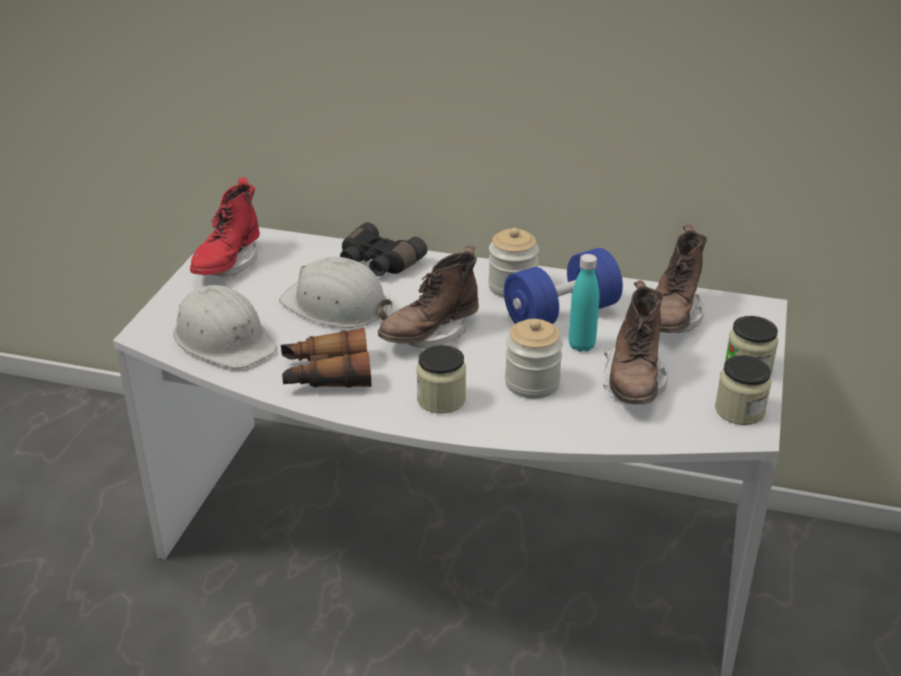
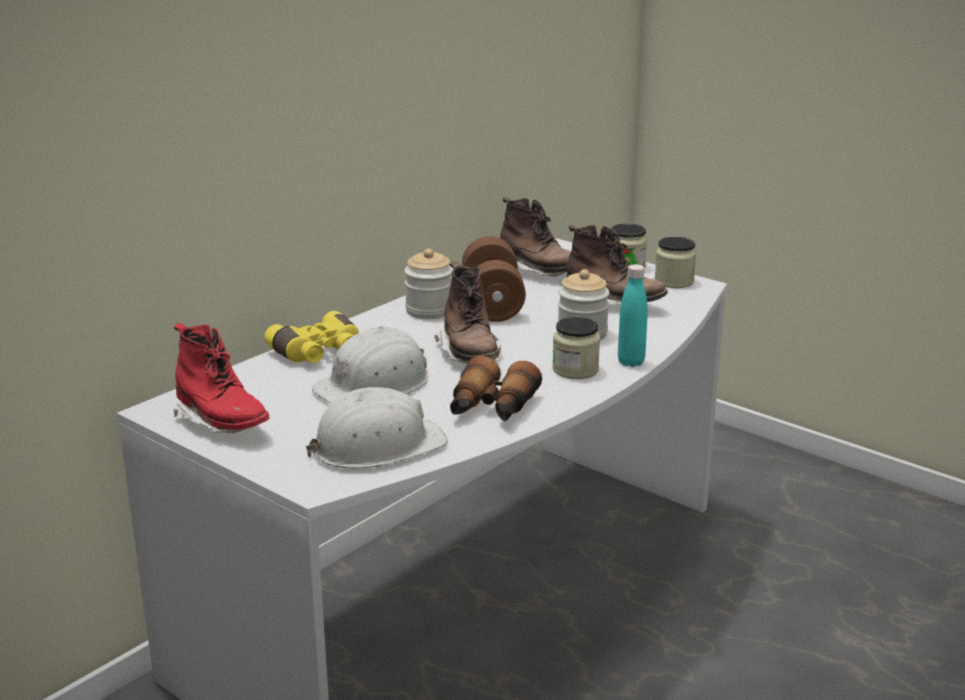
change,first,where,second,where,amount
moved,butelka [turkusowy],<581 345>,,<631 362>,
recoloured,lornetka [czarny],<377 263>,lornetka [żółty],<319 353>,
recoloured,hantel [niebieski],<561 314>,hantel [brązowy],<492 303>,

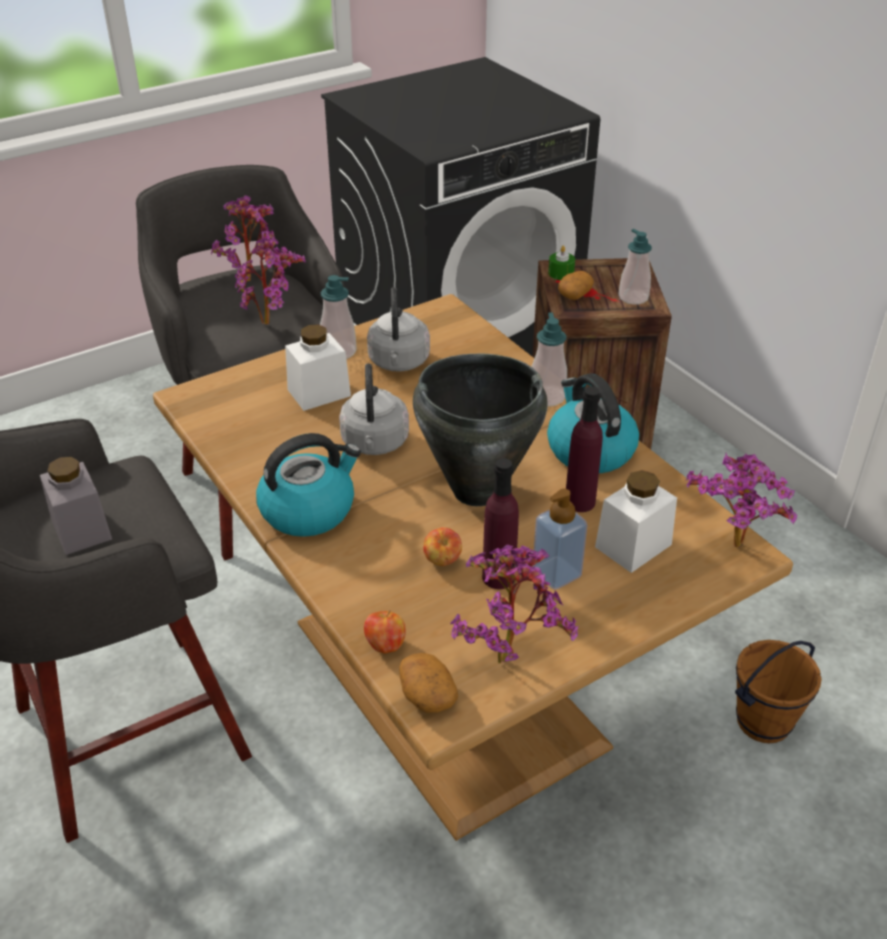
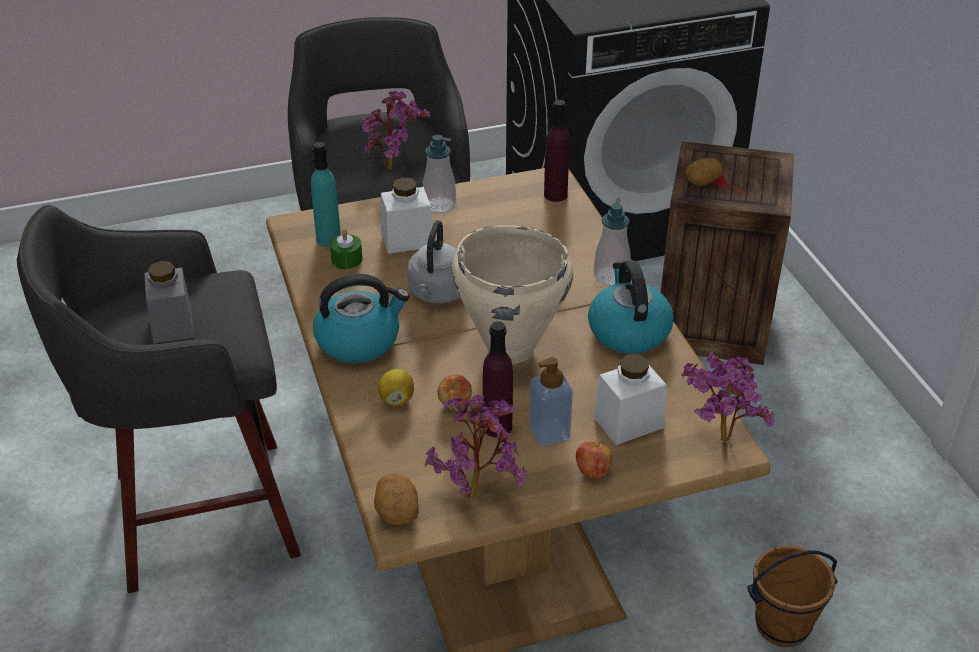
change,first,where,second,where,amount
removed,roślina doniczkowa,<252 279>,,,
removed,czajnik [szary],<399 363>,,,
removed,dozownik mydła,<633 298>,,,
added,,,butelka [turkusowy],<328 239>,
added,,,cytryna,<396 399>,
moved,jabłko,<385 645>,,<592 472>,
moved,świeca [zielony],<561 273>,,<346 259>,
moved,butelka [fioletowy],<580 502>,,<555 195>,
recoloured,garnek [czarny],<476 490>,garnek [beżowy],<510 349>,

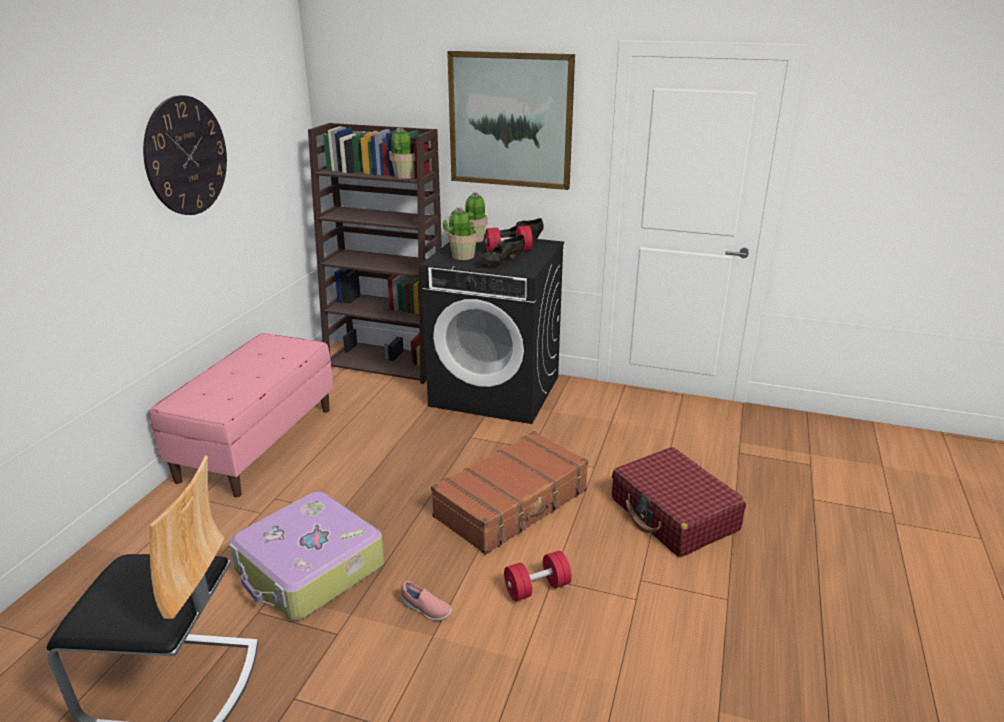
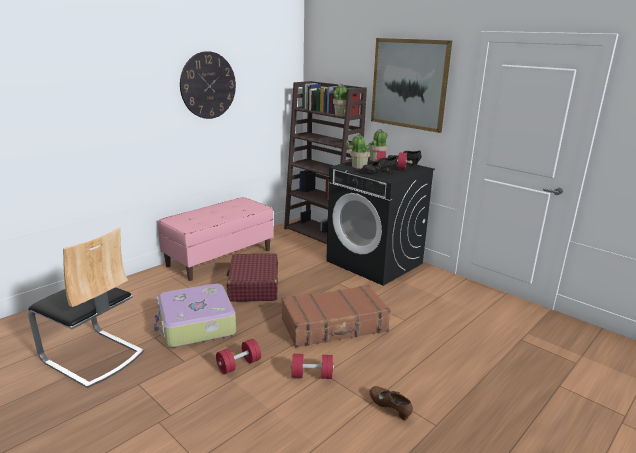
change,first,where,second,where,amount
added,,,but [brązowy],<390 409>,
moved,walizka [czerwony],<674 515>,,<253 286>,
replaced,but [różowy],<426 610>,hantel [czerwony],<239 365>,

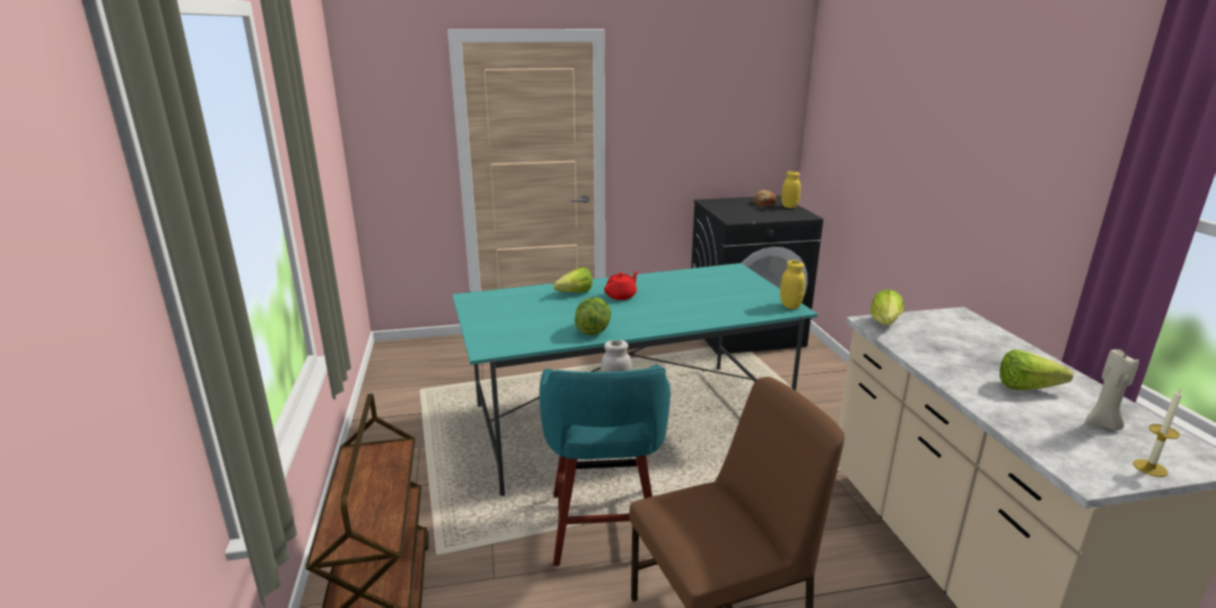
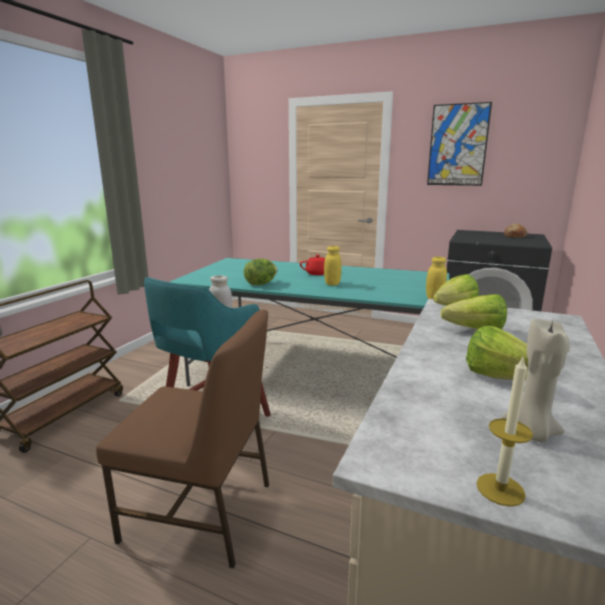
change,first,where,second,where,amount
added,,,obraz,<458 145>,
moved,sałata,<571 293>,,<469 330>,
moved,słoik [żółty],<789 206>,,<332 284>,

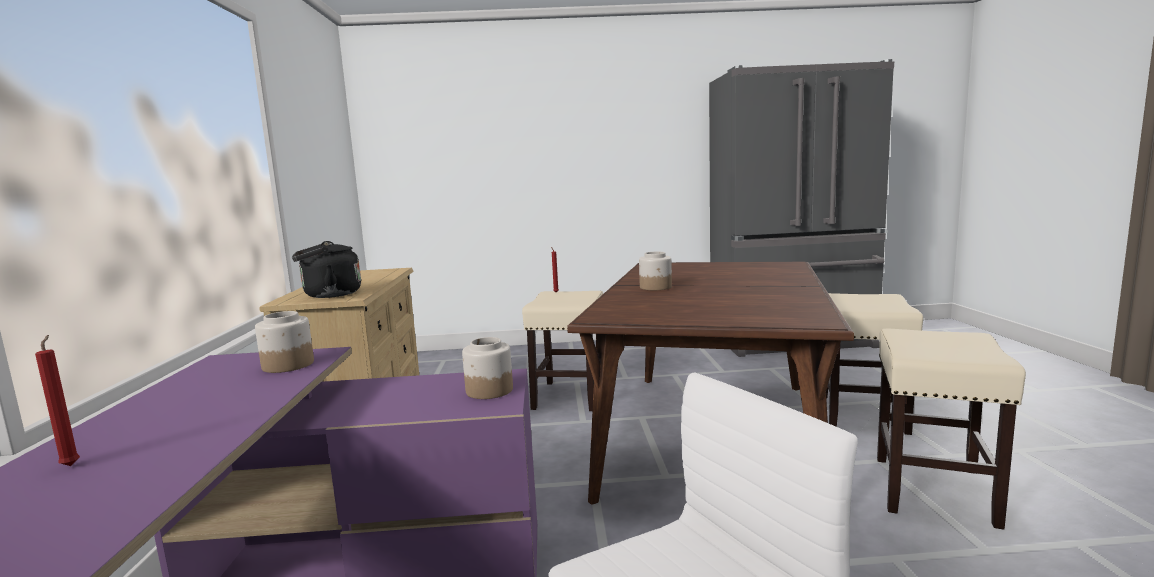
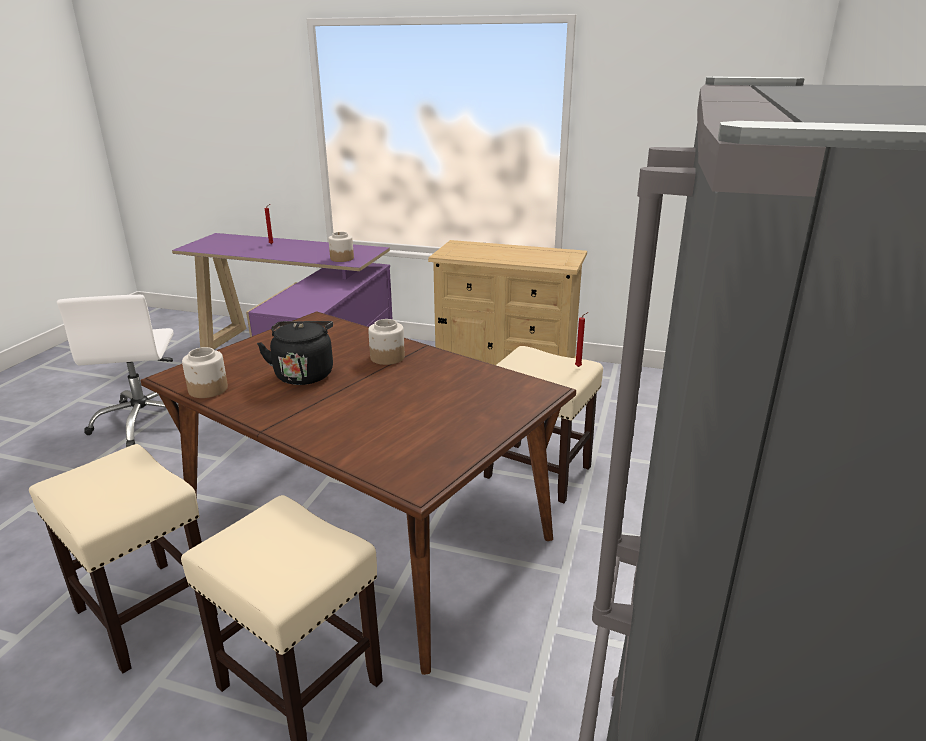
change,first,where,second,where,amount
moved,czajnik [czarny],<328 295>,,<304 374>,
moved,słoik,<489 390>,,<208 389>,

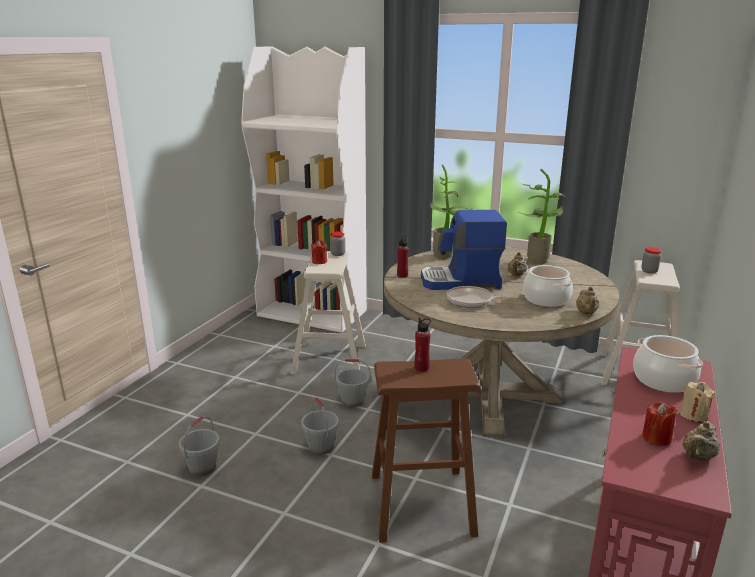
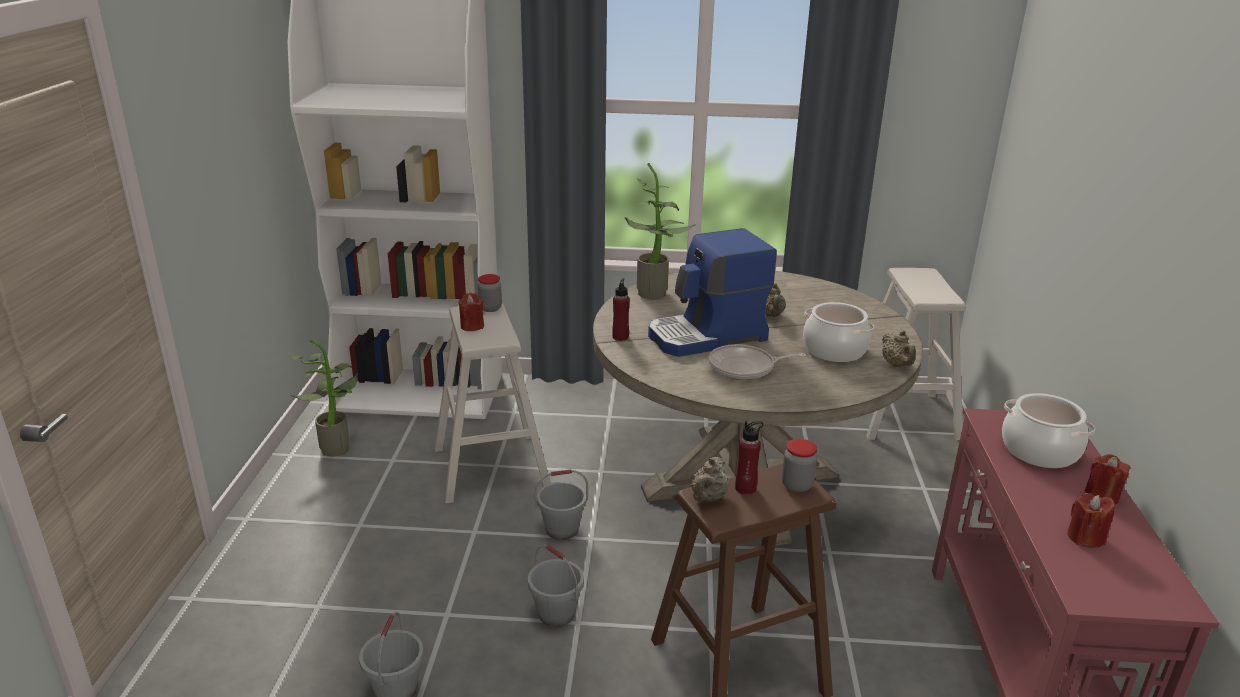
change,first,where,second,where,amount
moved,roślina doniczkowa,<538 259>,,<336 446>,
moved,słoik,<649 271>,,<797 485>,
moved,imbryk [beżowy],<697 457>,,<708 498>,
recoloured,świeca [beżowy],<693 415>,świeca [czerwony],<1101 496>,

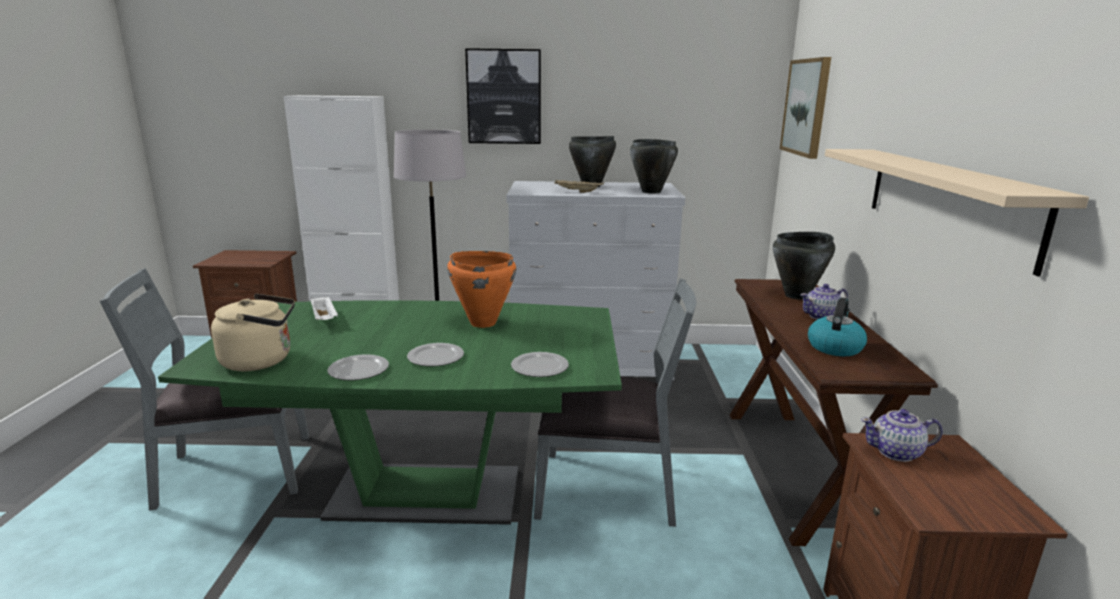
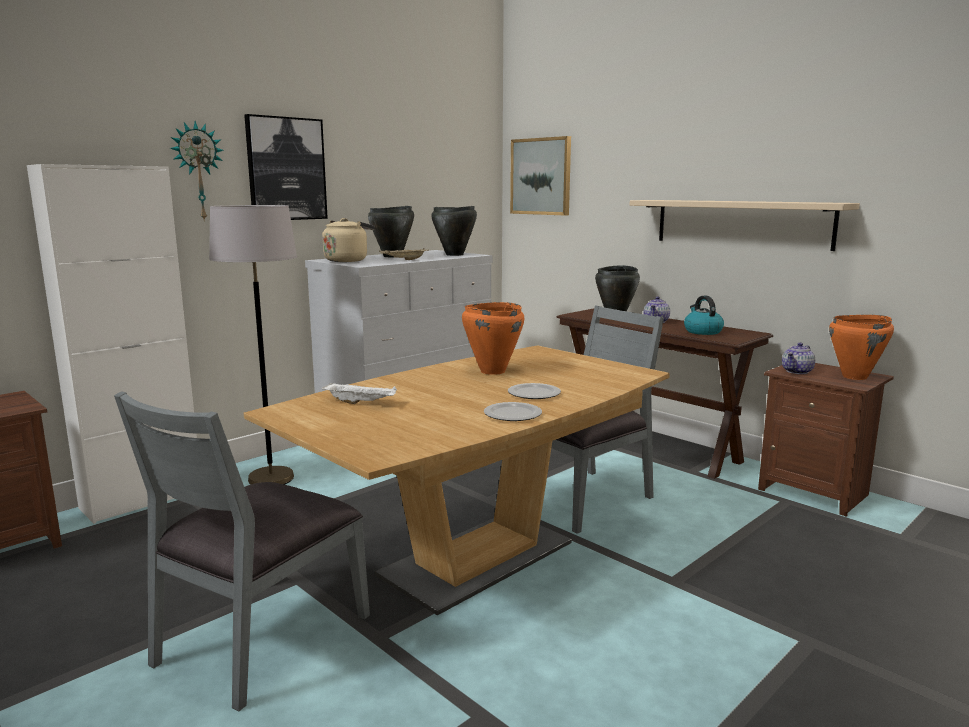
change,first,where,second,where,amount
removed,talerz,<538 367>,,,
added,,,zegar ścienny,<197 172>,
added,,,garnek [pomarańczowy],<855 377>,
moved,czajnik [beżowy],<261 361>,,<347 260>,
recoloured,stół jadalny [zielony],<426 494>,stół jadalny [brązowy],<477 559>,

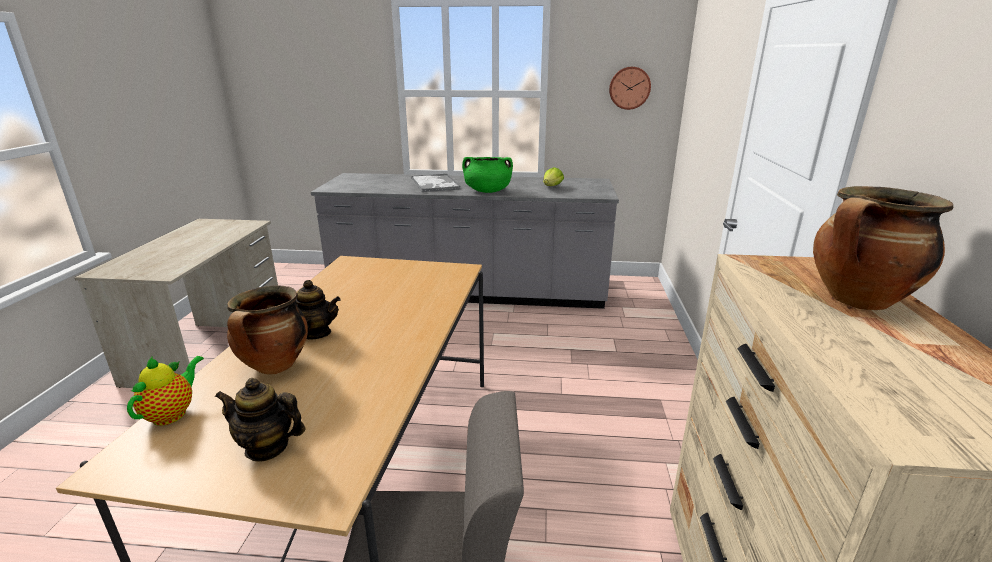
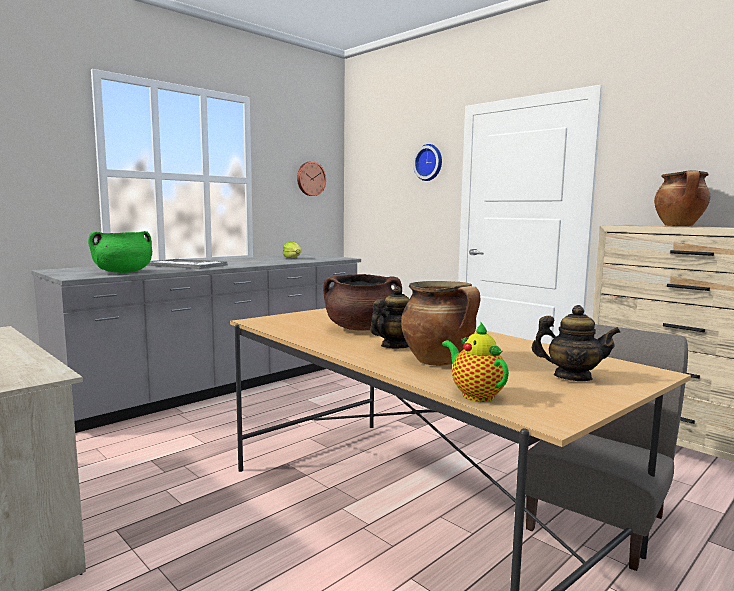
change,first,where,second,where,amount
added,,,garnek [brązowy],<362 329>,
added,,,zegar ścienny,<429 162>,
moved,garnek [zielony],<487 191>,,<123 272>,
turned,imbryk,<267 447>,,<572 377>,120 degrees counterclockwise

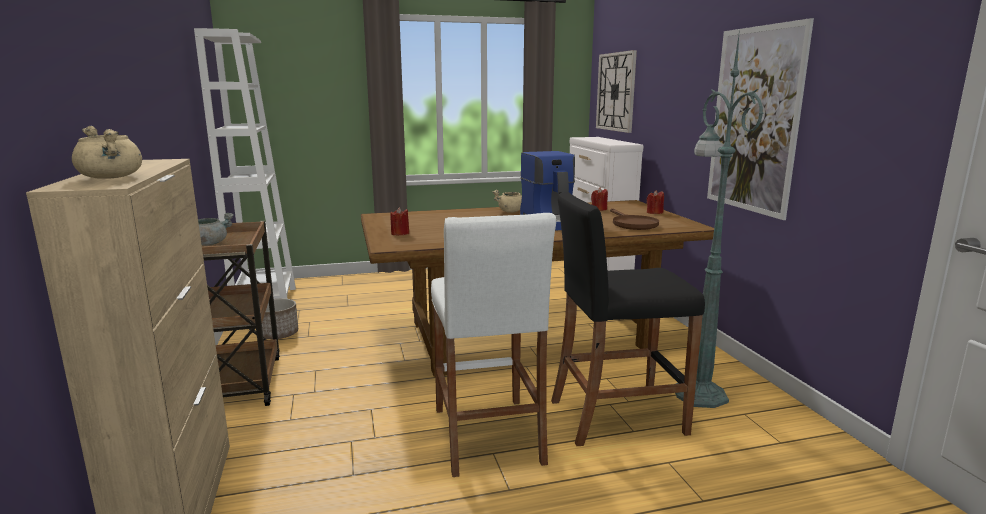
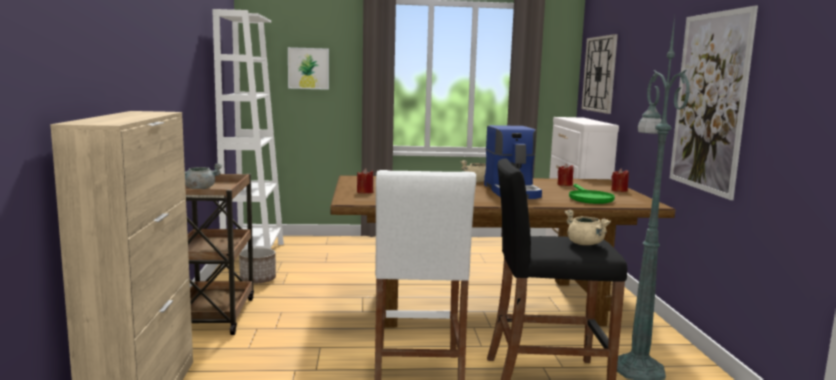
change,first,where,second,where,amount
added,,,obraz,<308 68>,
moved,garnek [beżowy],<111 177>,,<585 244>,
recoloured,patelnia [brązowy],<632 224>,patelnia [zielony],<588 198>,

